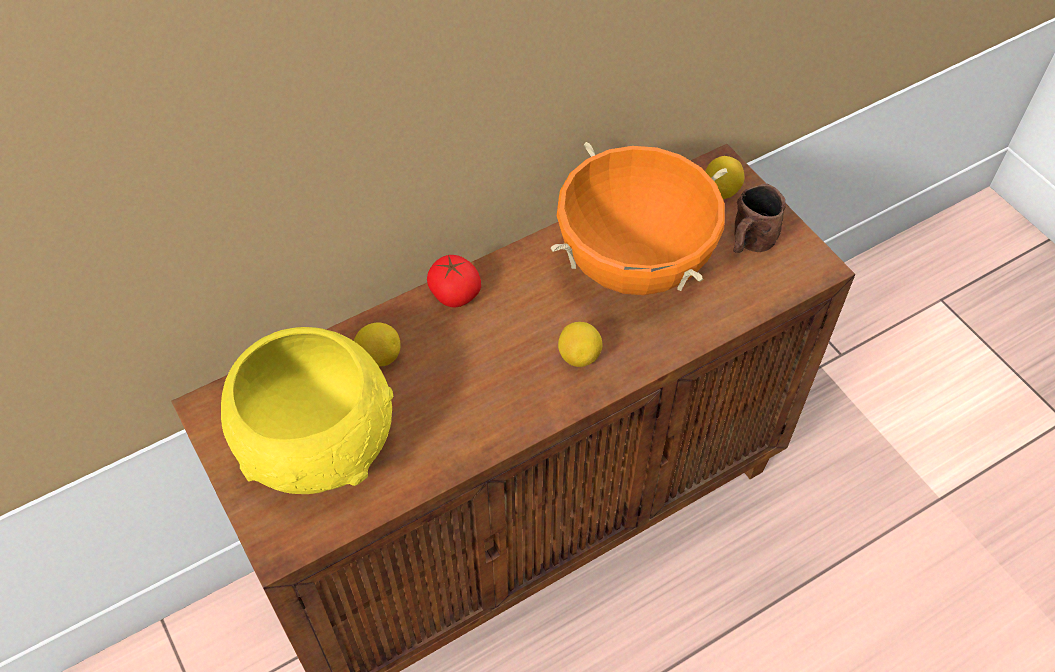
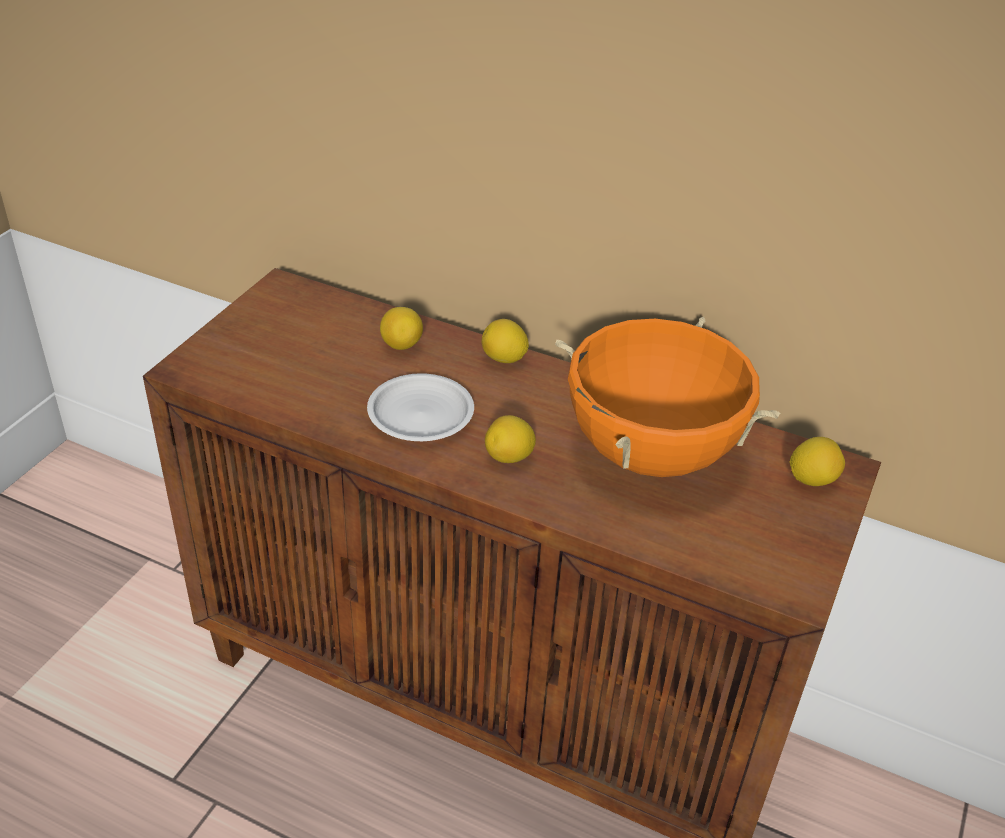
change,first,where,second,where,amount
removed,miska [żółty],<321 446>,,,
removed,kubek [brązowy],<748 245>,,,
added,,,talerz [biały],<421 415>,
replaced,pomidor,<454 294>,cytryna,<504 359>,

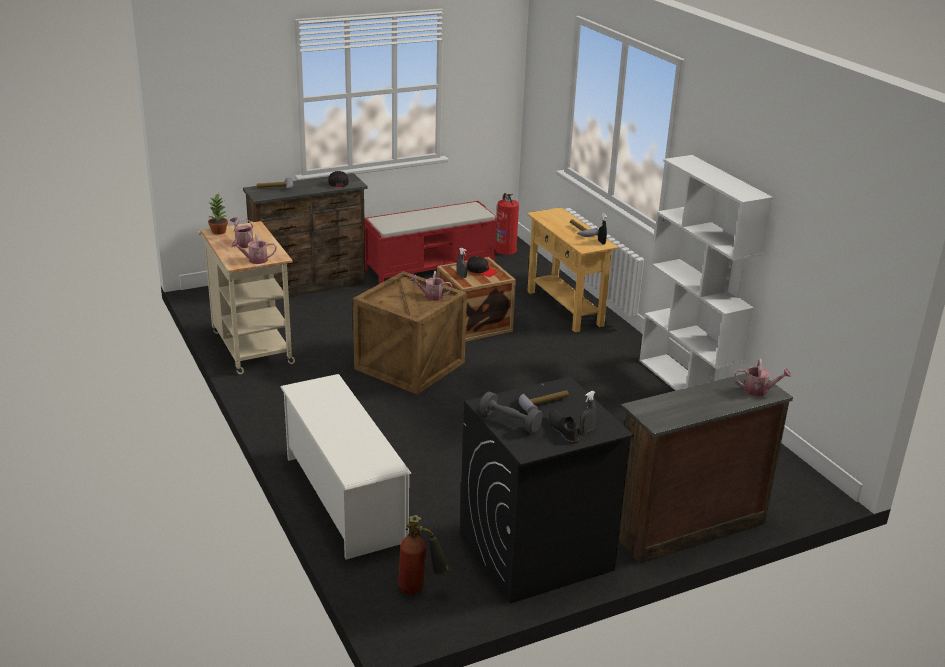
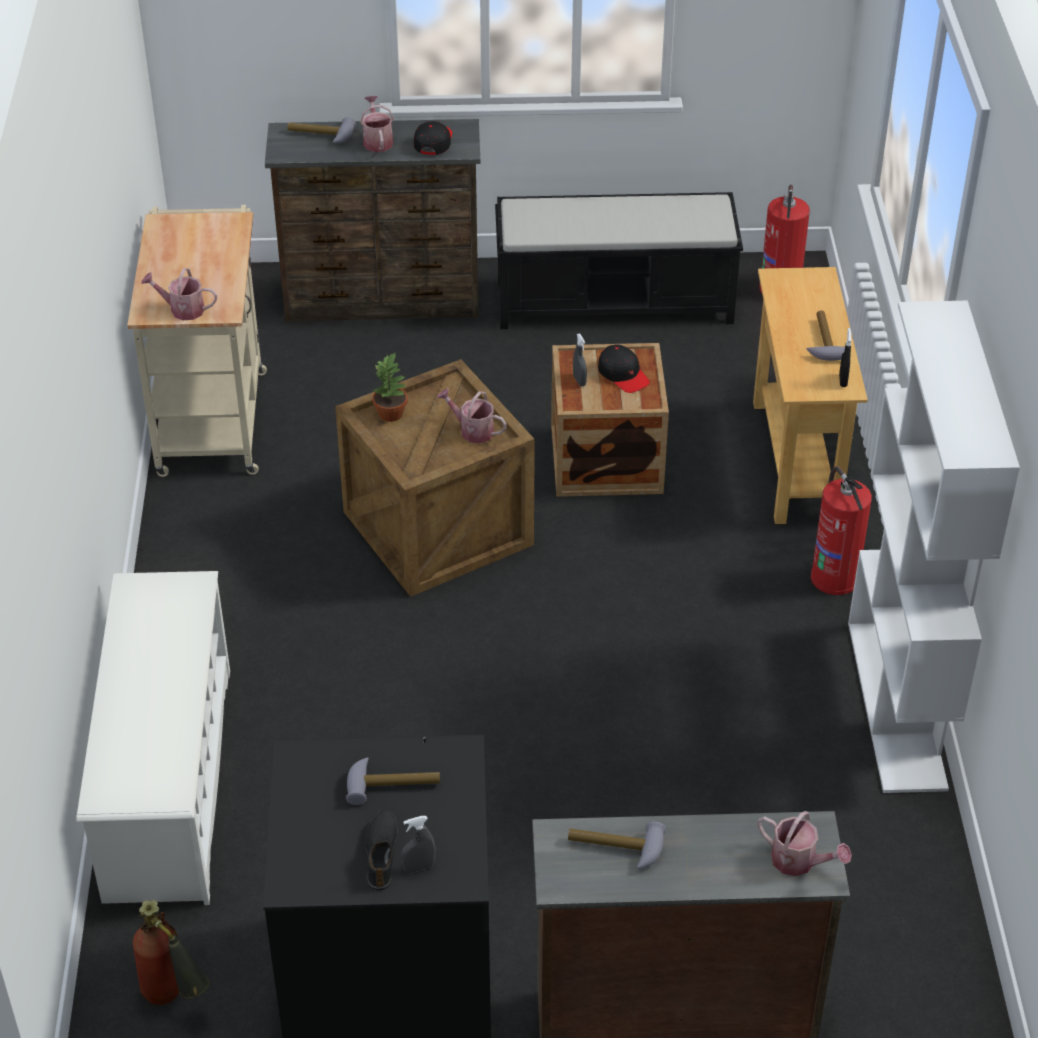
change,first,where,second,where,amount
removed,hantel [szary],<510 422>,,,
added,,,młotek,<615 849>,
added,,,gaśnica,<834 577>,
moved,roślina doniczkowa,<219 231>,,<391 413>,
moved,konewka,<243 243>,,<377 141>,
recoloured,ławka [czerwony],<431 267>,ławka [czarny],<616 302>,

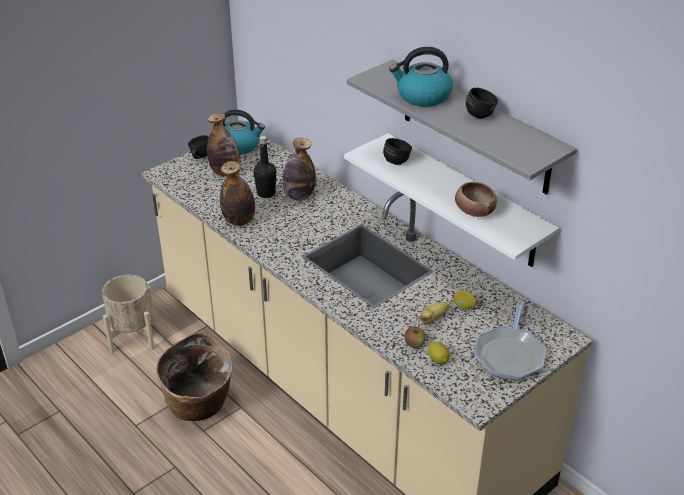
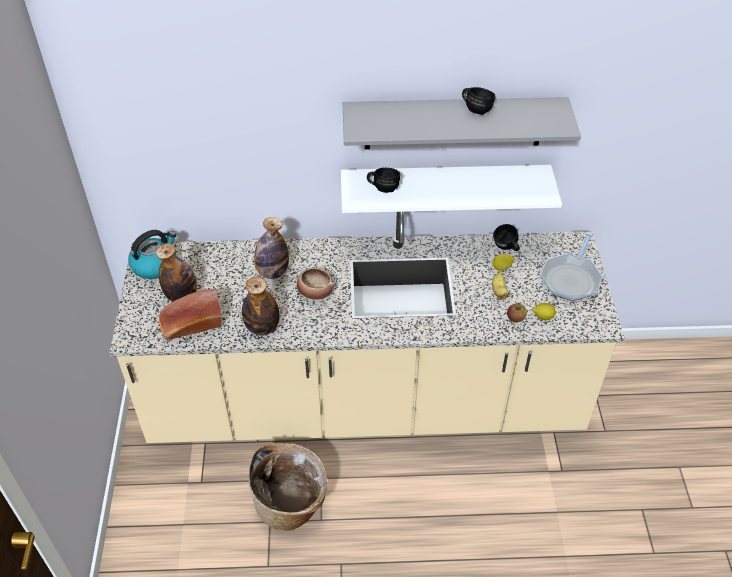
change,first,where,second,where,amount
removed,donica [beżowy],<133 336>,,,
removed,butelka [czarny],<266 193>,,,
removed,czajnik,<422 96>,,,
added,,,chleb,<191 324>,
moved,kubek [czarny],<199 157>,,<506 248>,
moved,miska,<474 211>,,<315 292>,
turned,patelnia,<509 355>,,<571 278>,60 degrees clockwise

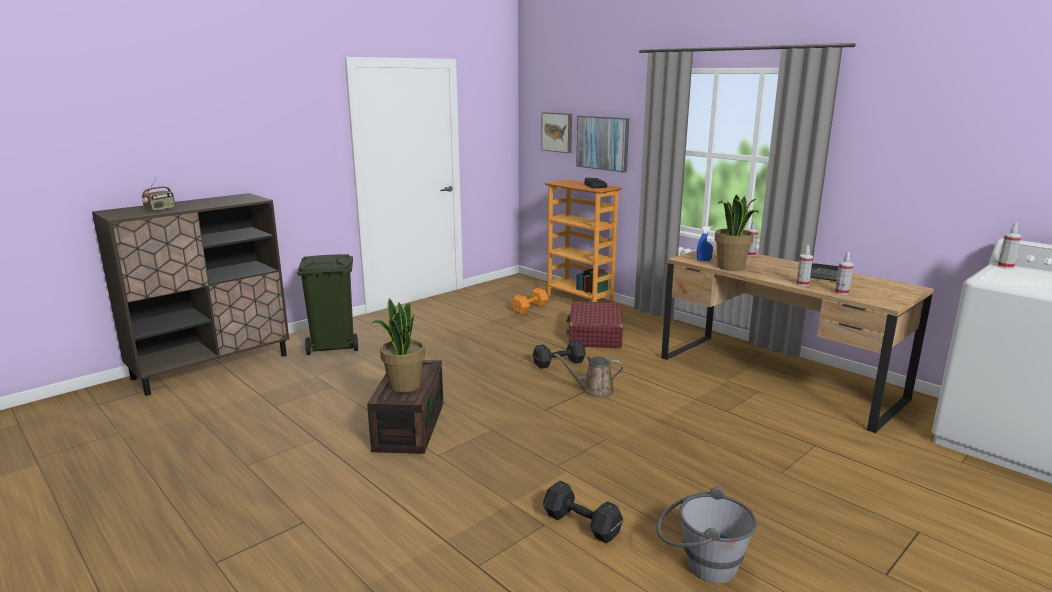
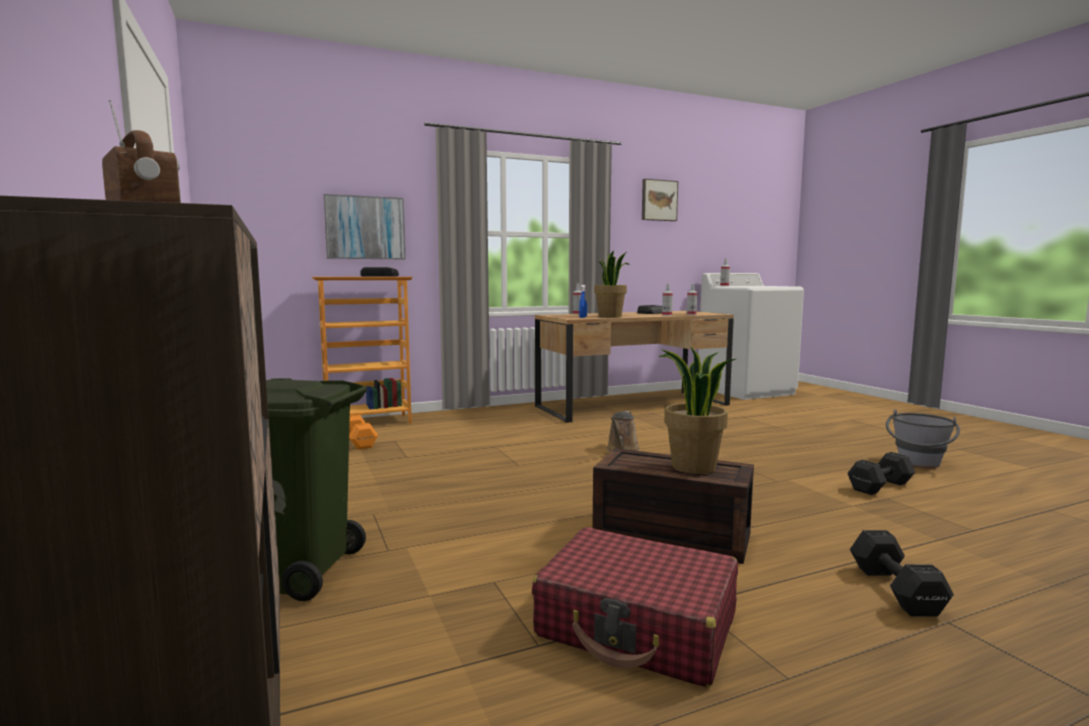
change,first,where,second,where,amount
moved,hantel [czarny],<557 363>,,<896 591>,
moved,obraz,<558 132>,,<658 200>,
moved,walizka [czerwony],<595 335>,,<638 626>,

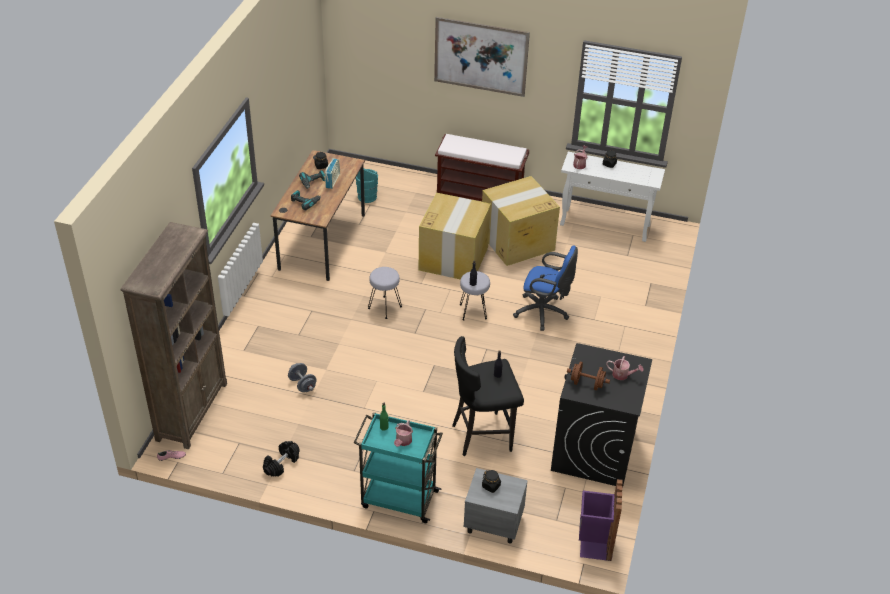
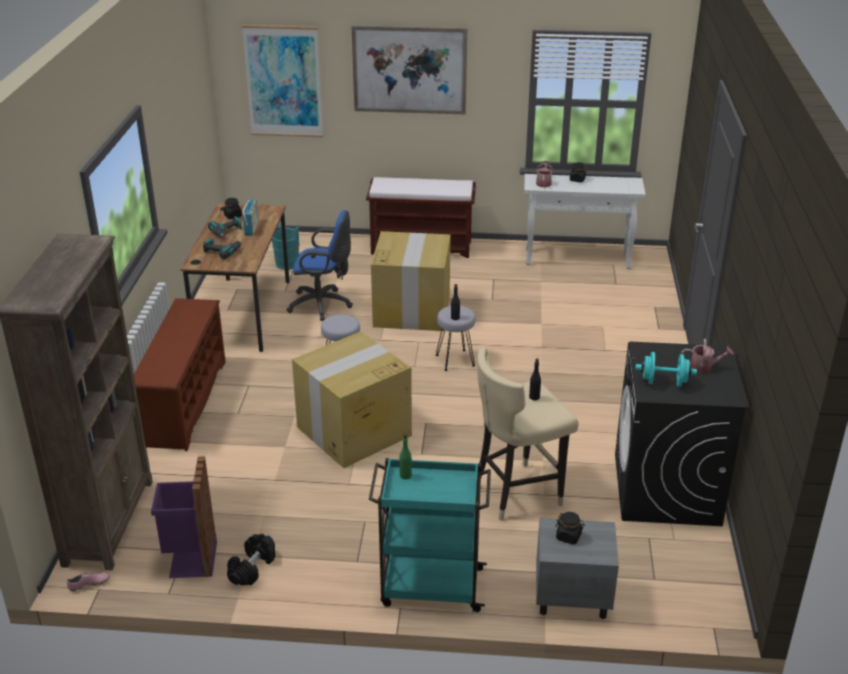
change,first,where,second,where,amount
removed,hantel [szary],<302 384>,,,
removed,konewka,<403 441>,,,
added,,,regał na buty [brązowy],<184 402>,
added,,,obraz,<283 81>,
moved,karton,<516 242>,,<353 432>,
moved,krzesło biurowe [niebieski],<544 313>,,<323 305>,
moved,kosz na śmieci [fioletowy],<594 544>,,<190 560>,
recoloured,stołek [czarny],<482 435>,stołek [beżowy],<517 493>,
recoloured,hantel [brązowy],<587 384>,hantel [turkusowy],<664 382>,

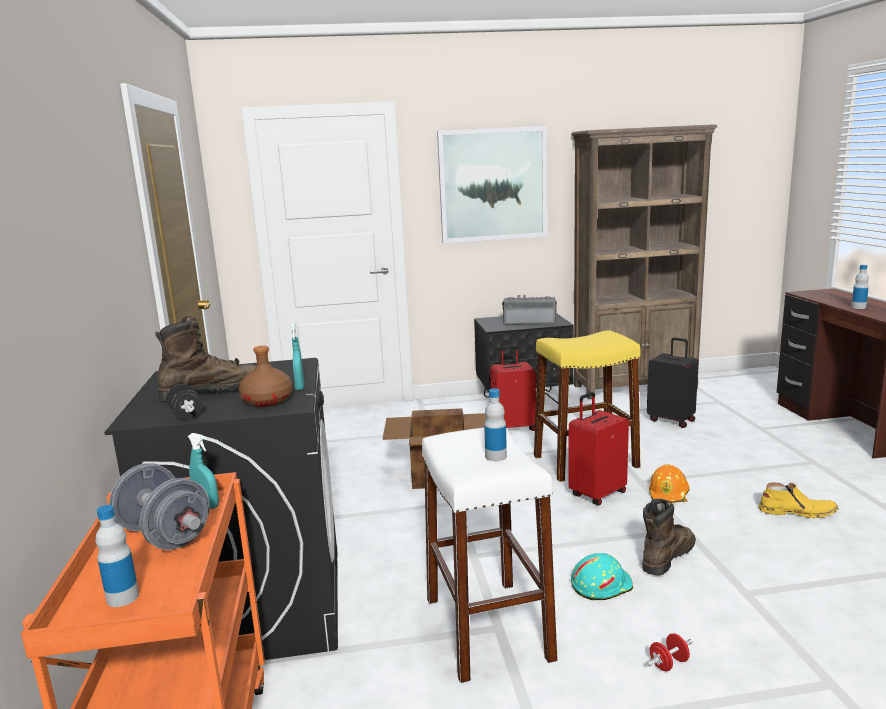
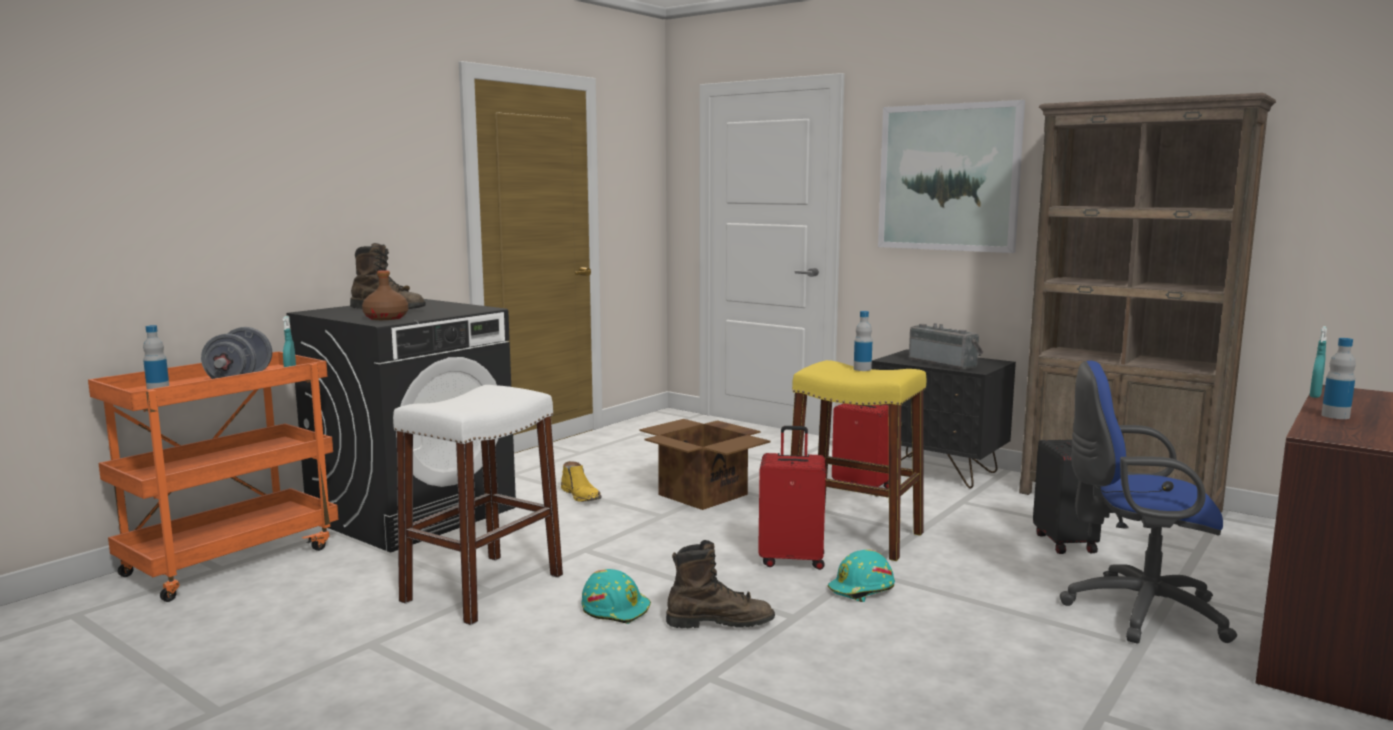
change,first,where,second,where,amount
removed,hantel [czarny],<185 414>,,,
removed,hantel [czerwony],<668 664>,,,
added,,,krzesło biurowe [niebieski],<1135 611>,
moved,spryskiwacz [turkusowy],<300 387>,,<1315 396>,
moved,butelka,<496 456>,,<862 369>,
moved,but z cholewką [żółty],<797 512>,,<582 495>,
recoloured,kask [pomarańczowy],<669 494>,kask [turkusowy],<862 590>,

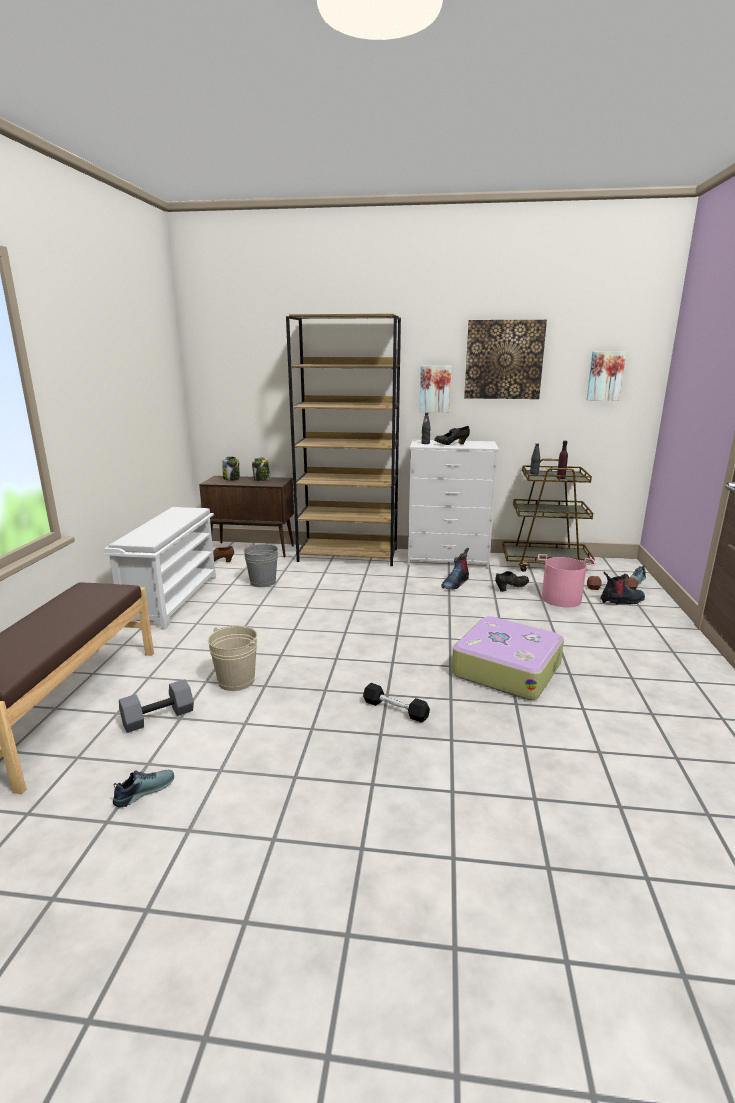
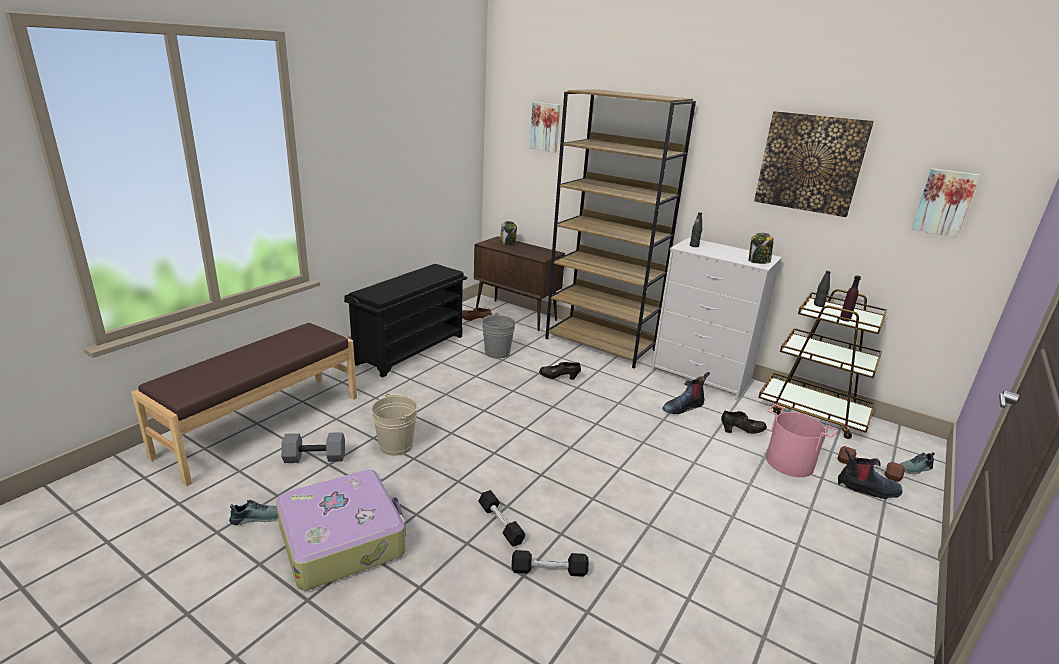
change,first,where,second,where,amount
added,,,hantel [czarny],<549 570>,
moved,słoik,<262 480>,,<758 262>,
moved,obraz,<435 389>,,<545 127>,
moved,but [czarny],<451 445>,,<559 378>,
moved,walizka,<506 669>,,<343 539>,
recoloured,regał na buty [biały],<172 599>,regał na buty [czarny],<411 349>,

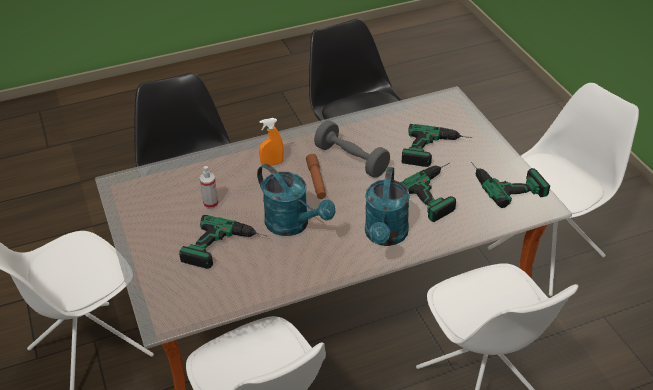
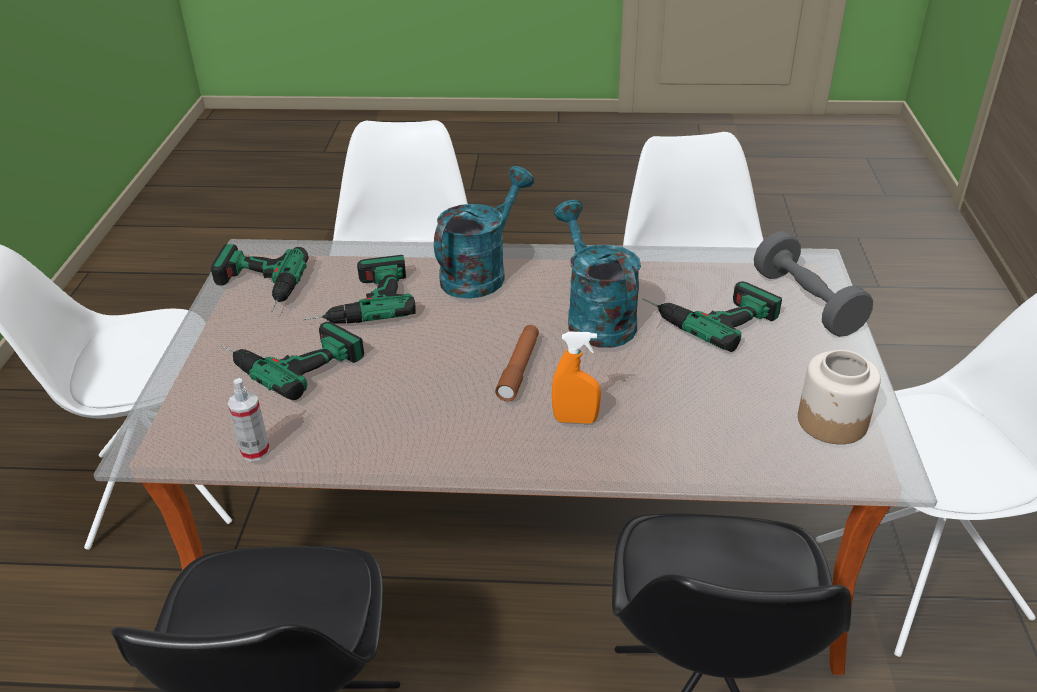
change,first,where,second,where,amount
added,,,słoik,<833 421>,
moved,spryskiwacz,<211 203>,,<255 451>,
moved,hantel [szary],<351 160>,,<806 302>,

